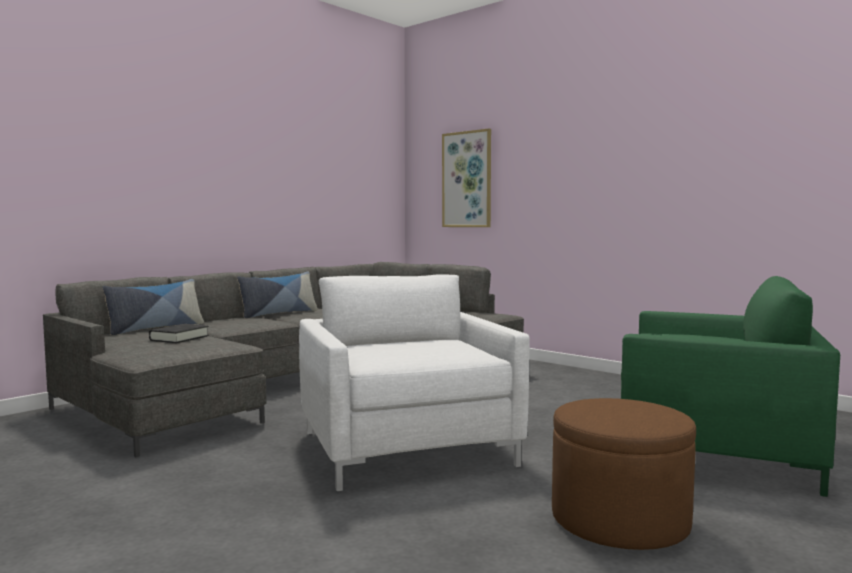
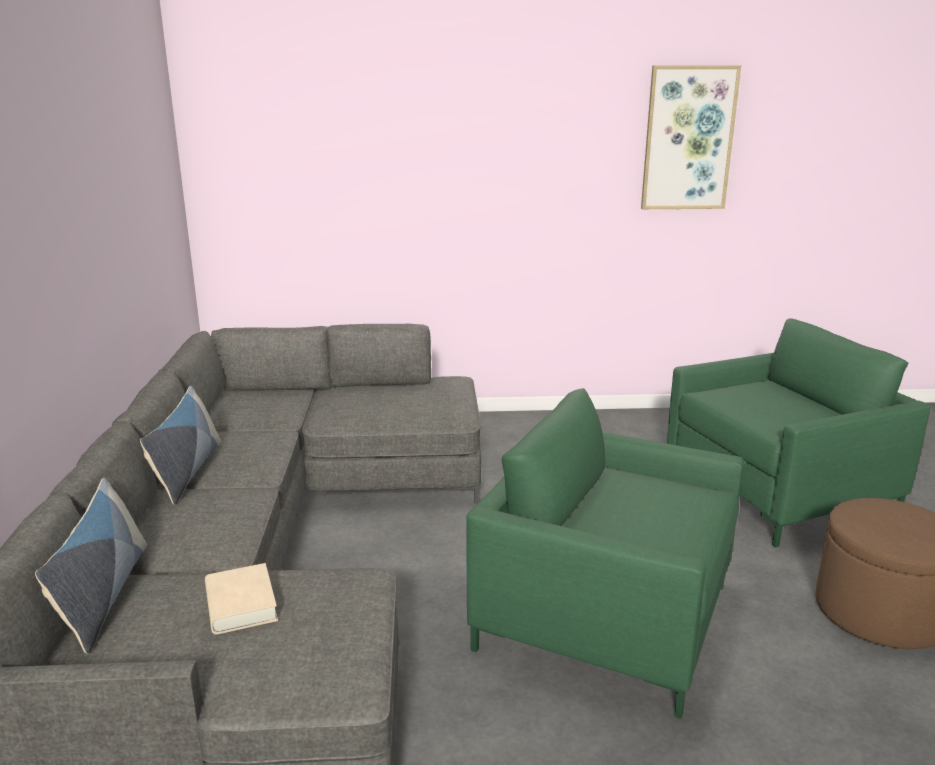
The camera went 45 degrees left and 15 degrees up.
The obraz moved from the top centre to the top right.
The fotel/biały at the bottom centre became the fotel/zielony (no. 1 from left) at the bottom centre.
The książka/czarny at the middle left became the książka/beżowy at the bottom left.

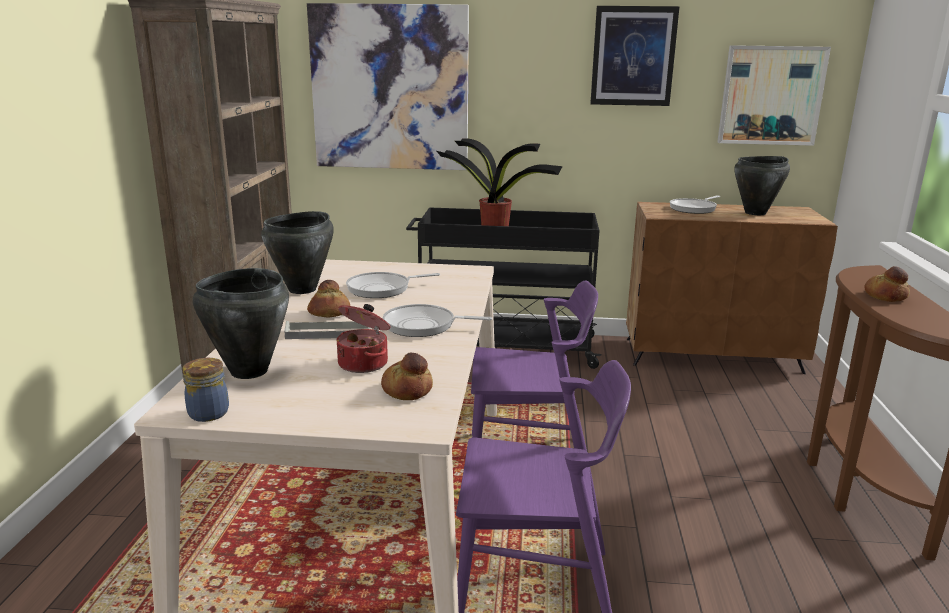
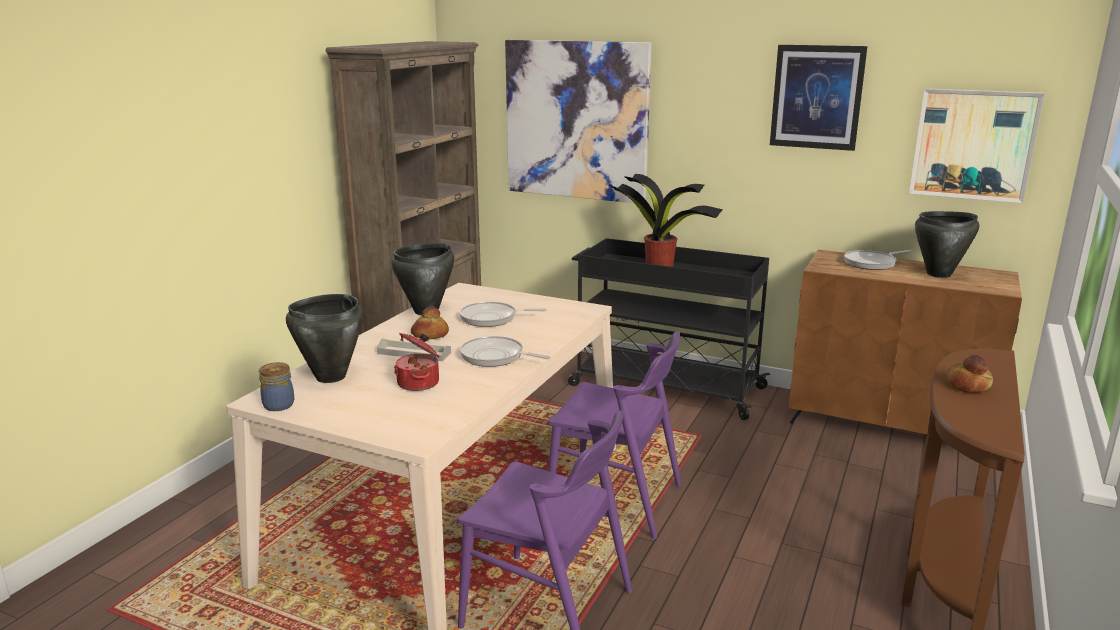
The camera went 20 degrees right and 0 degrees up.
The chleb (no. 2 from left) at the centre disappeared.

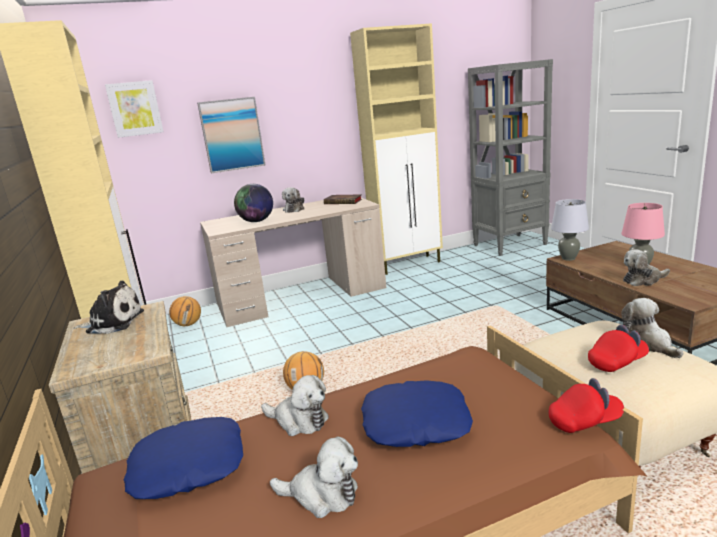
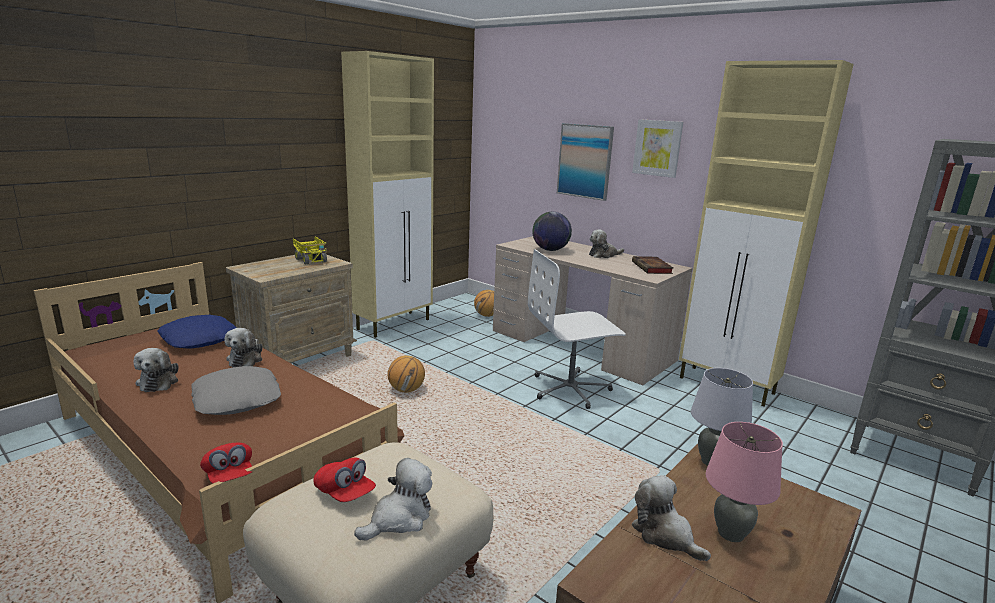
The camera went 60 degrees right and 0 degrees up.
The obraz (no. 1 from left in the first image) moved from the top left to the top centre.
The pluszak (no. 1 from left) at the middle left was replaced by the ciężarówka zabawkowa at the middle left.
The poduszka/niebieski (no. 2 from left) at the bottom centre became the poduszka/szary at the middle left.
The krzesło biurowe/biały at the centre appeared.

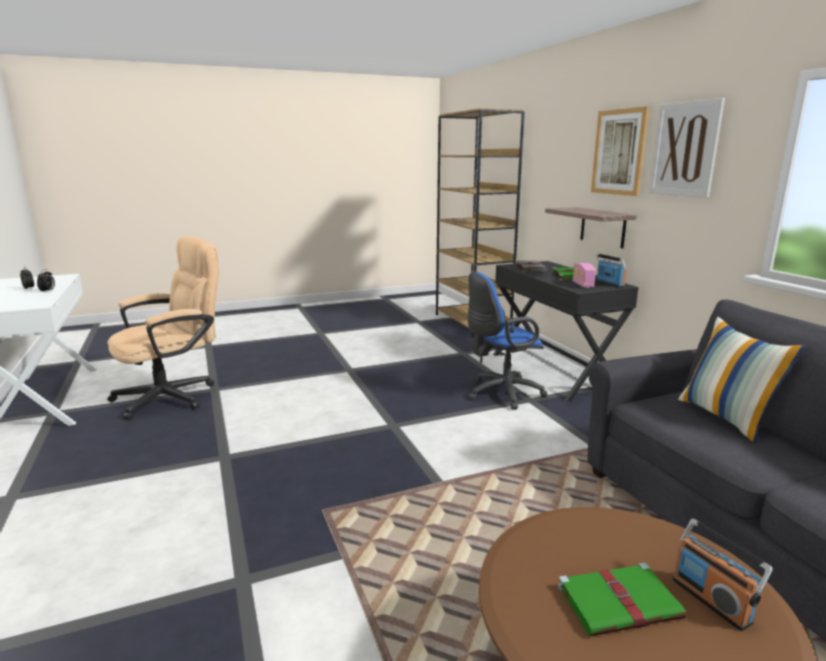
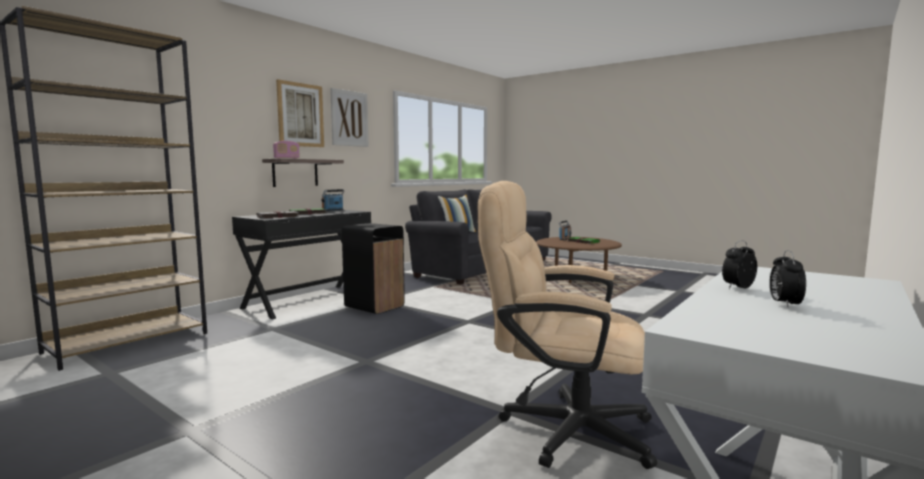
The camera went 120 degrees left and 10 degrees down.
The radio (no. 1 from left) moved from the middle right to the top left.
The krzesło biurowe/niebieski at the centre was replaced by the kosz na śmieci/czarny at the centre.

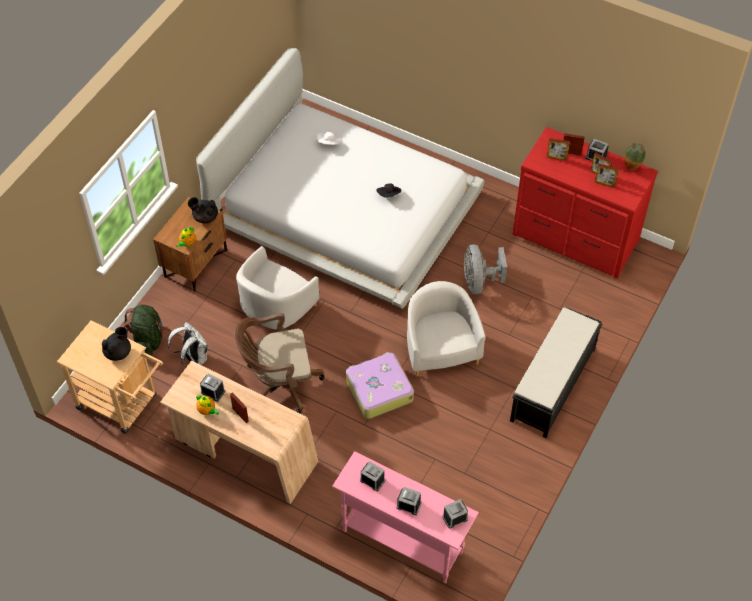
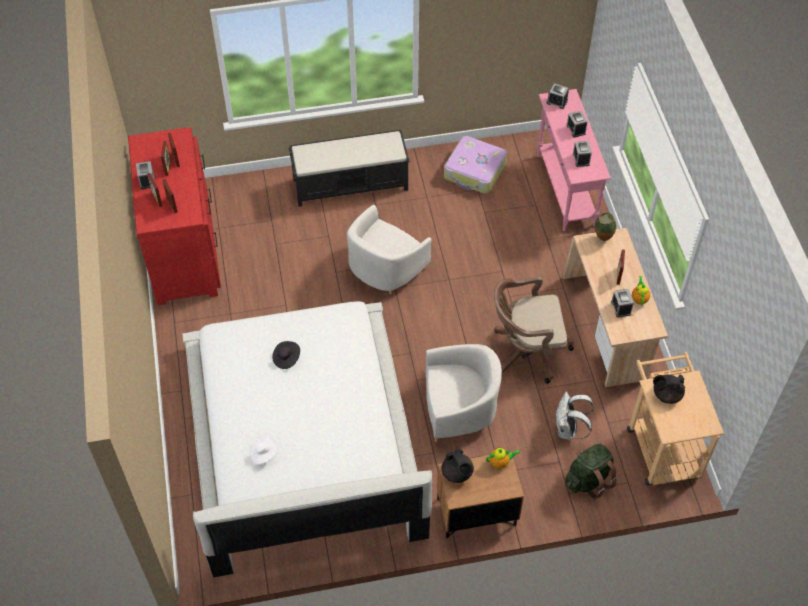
The camera went 130 degrees left and 0 degrees up.
The wazon moved from the top right to the middle right.
The wentylator/szary at the centre disappeared.
The krzesło biurowe/brązowy at the centre turned 135 degrees clockwise.
The walizka moved from the centre to the top centre.

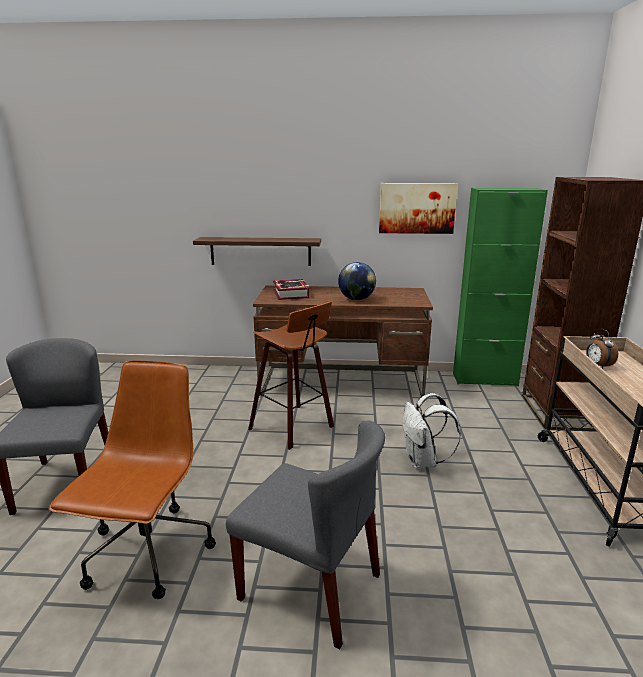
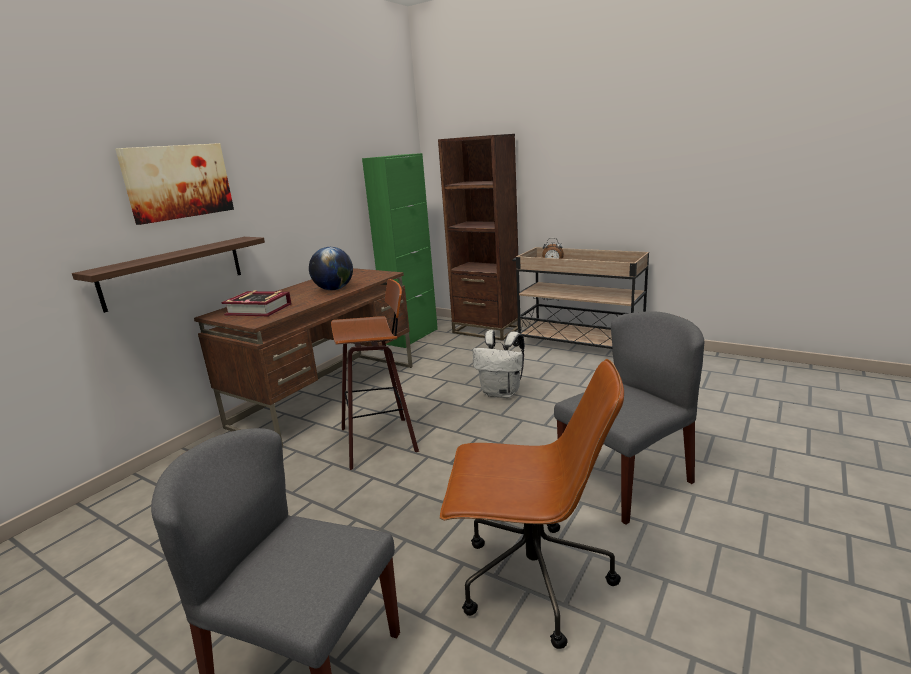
The camera went 60 degrees left and 0 degrees up.
The obraz moved from the top centre to the top left.
The krzesło biurowe/brązowy at the bottom left turned 150 degrees clockwise.

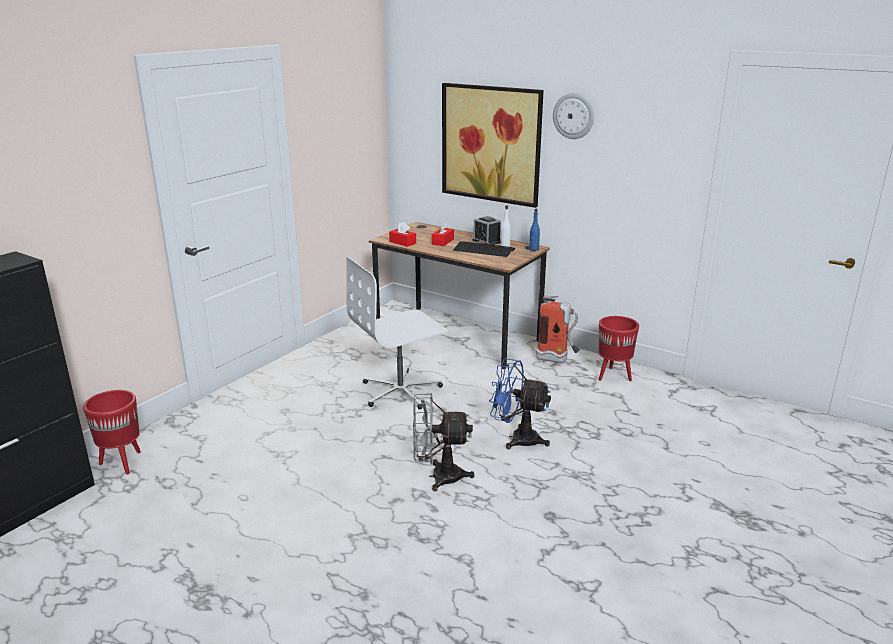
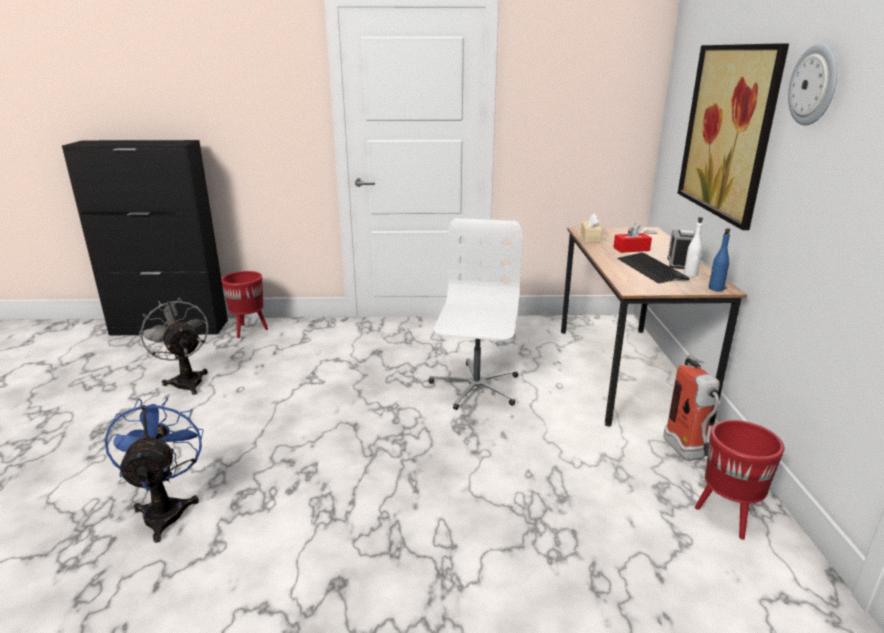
The camera went 55 degrees right and 0 degrees up.
The pudełko chusteczek/czerwony (no. 1 from left) at the centre became the pudełko chusteczek/beżowy at the middle right.
The krzesło biurowe/biały at the centre turned 75 degrees clockwise.
The wentylator/niebieski moved from the centre to the bottom left.
The wentylator/szary moved from the bottom centre to the middle left.

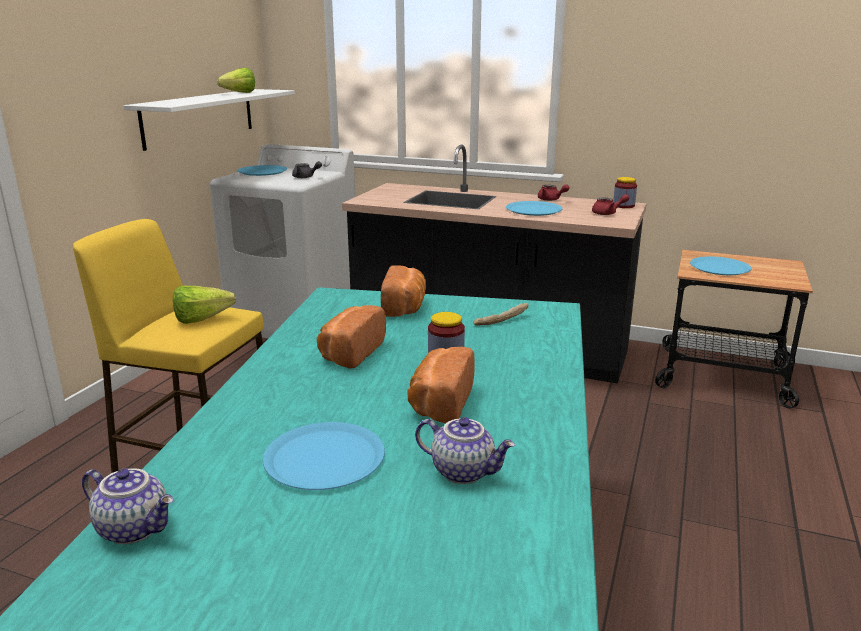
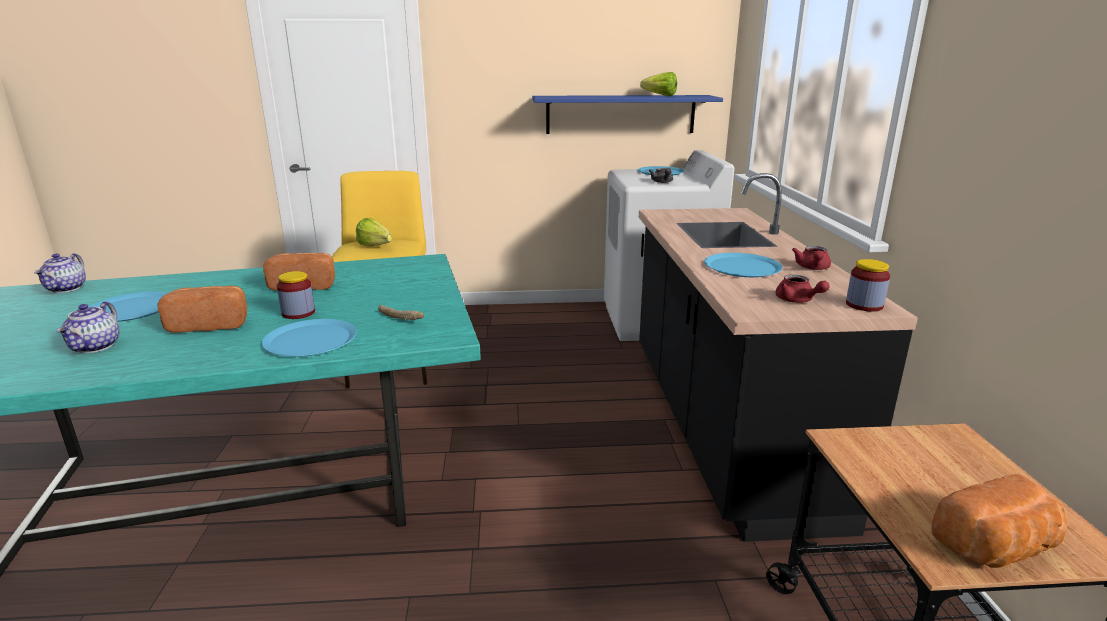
The camera went 65 degrees right and 0 degrees up.
The półka/biały at the top left became the półka/niebieski at the top centre.
The talerz/niebieski (no. 4 from left in the first image) moved from the middle right to the middle left.
The chleb (no. 2 from left in the first image) moved from the centre to the bottom right.

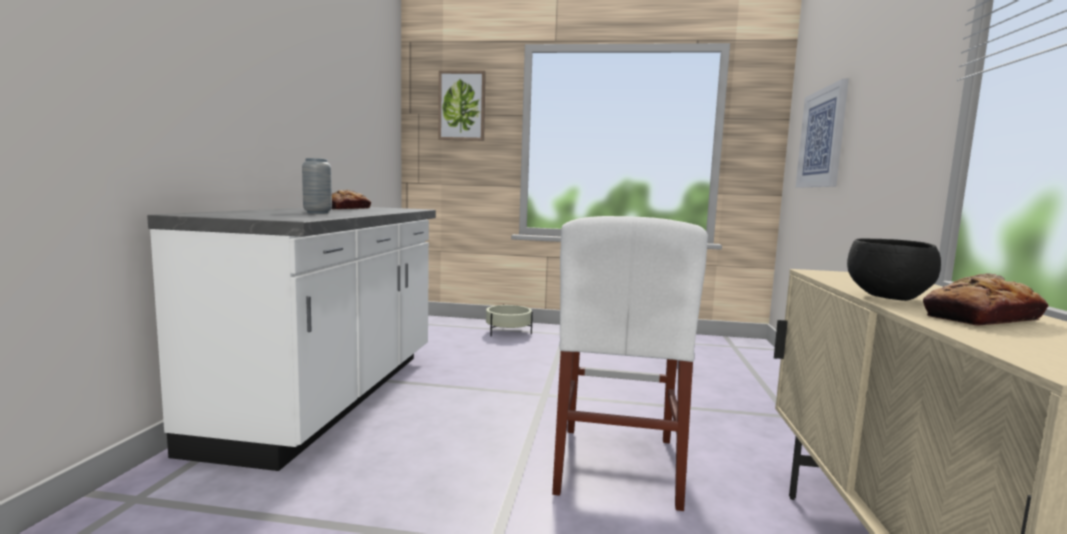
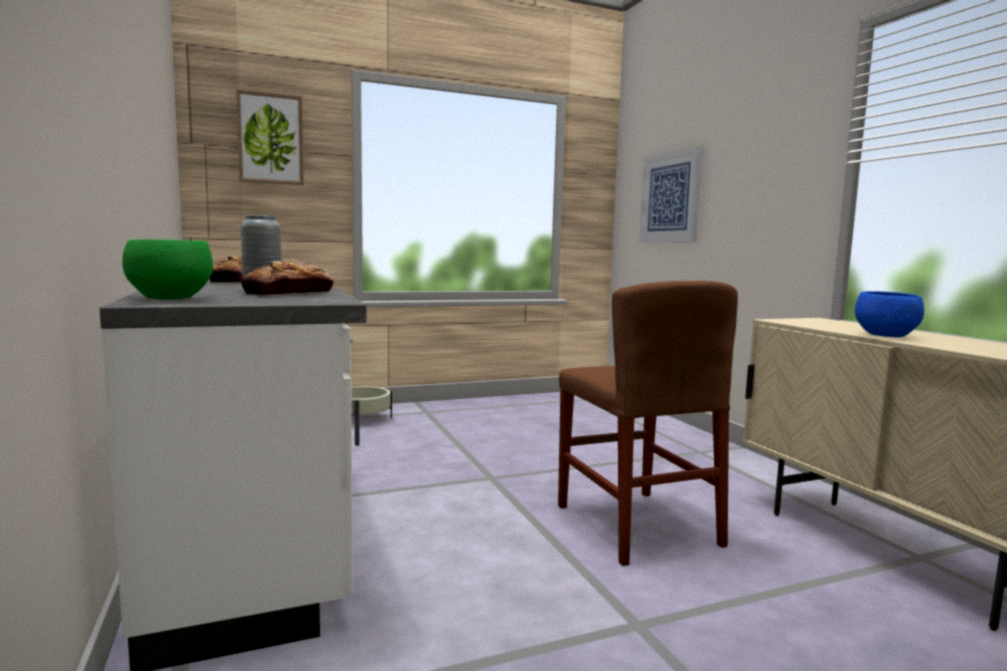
The camera went 30 degrees left and 0 degrees up.
The krzesło/biały at the bottom centre became the krzesło/brązowy at the centre.
The miska/czarny at the middle right became the miska/niebieski at the middle right.
The chleb (no. 2 from left) moved from the middle right to the middle left.
The miska/zielony at the middle left appeared.

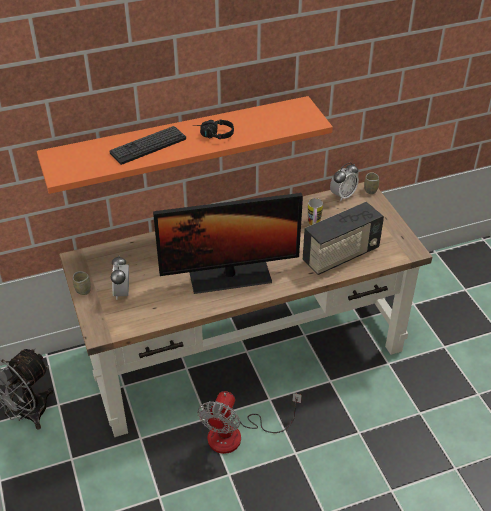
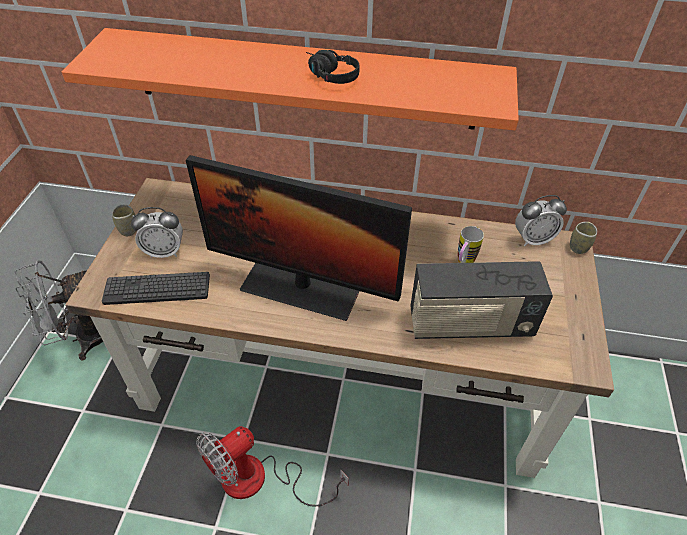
The camera went 30 degrees right and 5 degrees up.
The klawiatura moved from the top left to the middle left.
The budzik (no. 1 from left) at the middle left turned 120 degrees counterclockwise.

